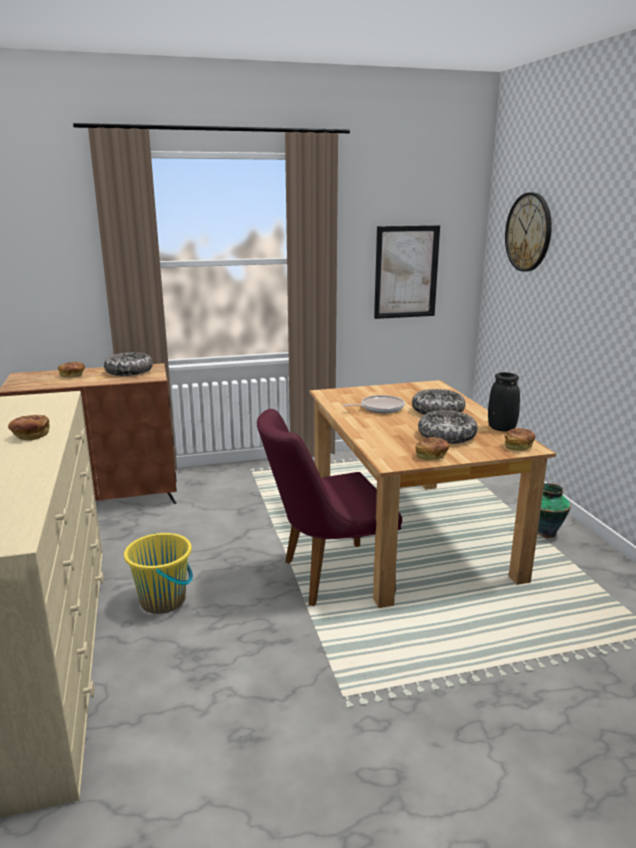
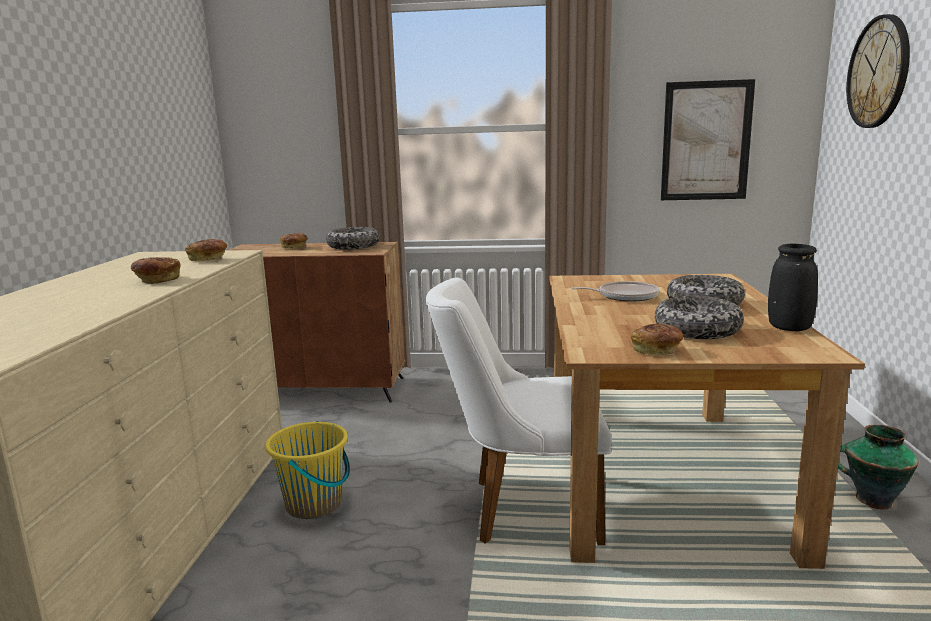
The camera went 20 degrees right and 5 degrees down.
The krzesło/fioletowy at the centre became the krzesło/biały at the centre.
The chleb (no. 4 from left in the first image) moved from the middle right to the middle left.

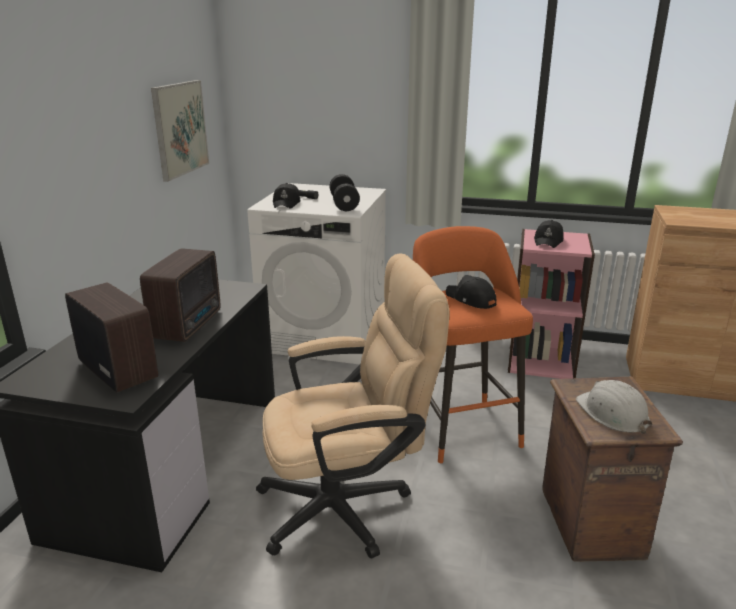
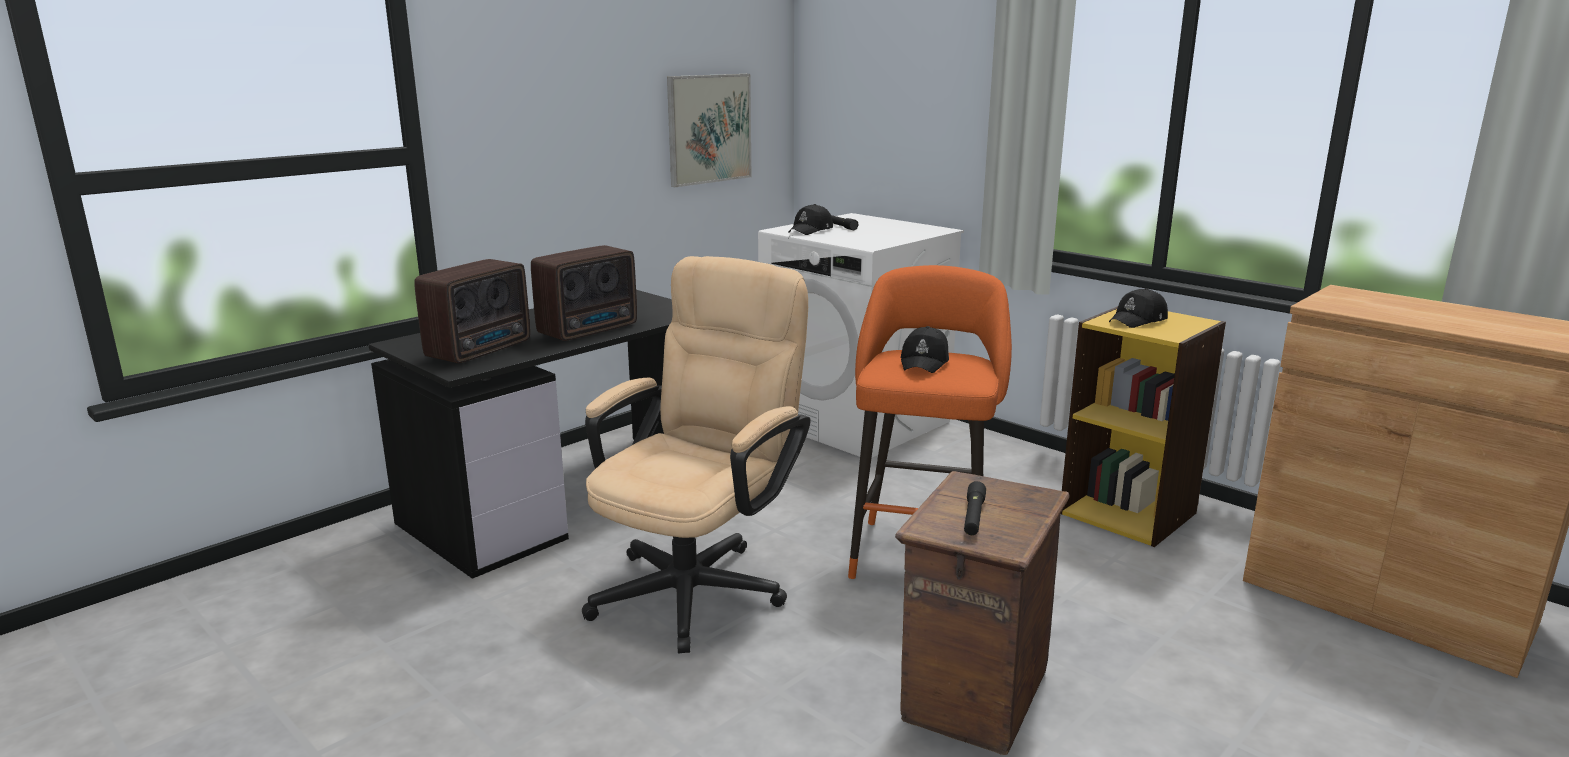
The camera went 30 degrees right and 5 degrees down.
The hantel/czarny at the top centre disappeared.
The regał/różowy at the middle right became the regał/żółty at the middle right.
The krzesło biurowe/beżowy at the bottom centre turned 75 degrees counterclockwise.
The czapka z daszkiem/czarny (no. 2 from left) at the centre turned 150 degrees counterclockwise.
The radio (no. 1 from left) at the middle left turned 45 degrees clockwise.
The kask/biały at the bottom right was replaced by the latarka/czarny (no. 2 from left) at the bottom centre.

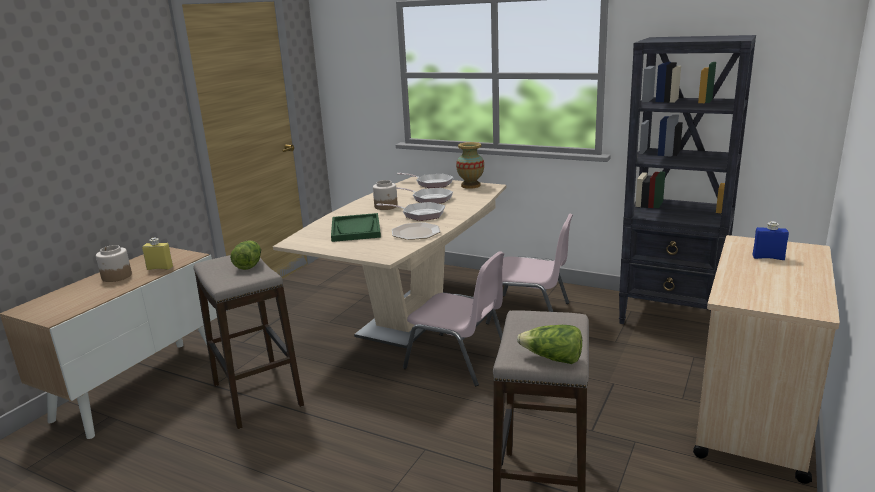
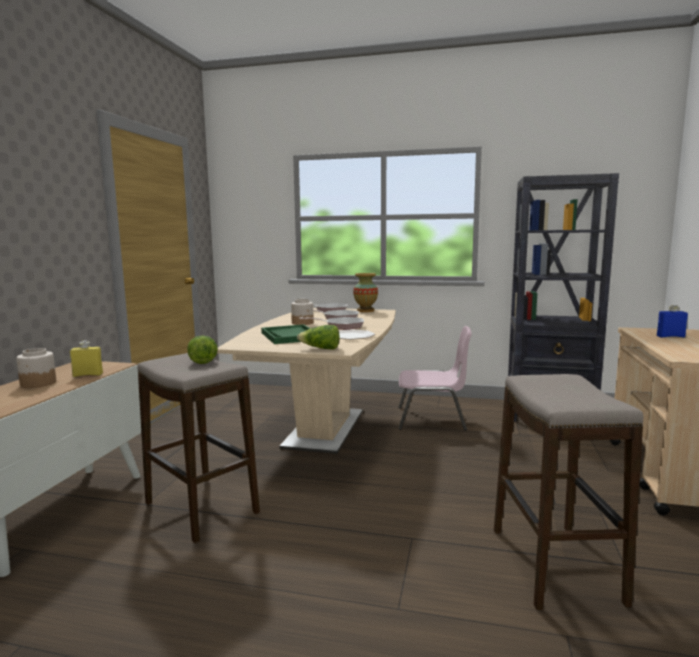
The camera went 15 degrees left and 10 degrees down.
The krzesło/różowy (no. 1 from left) at the centre disappeared.
The sałata (no. 2 from left) moved from the bottom centre to the centre.

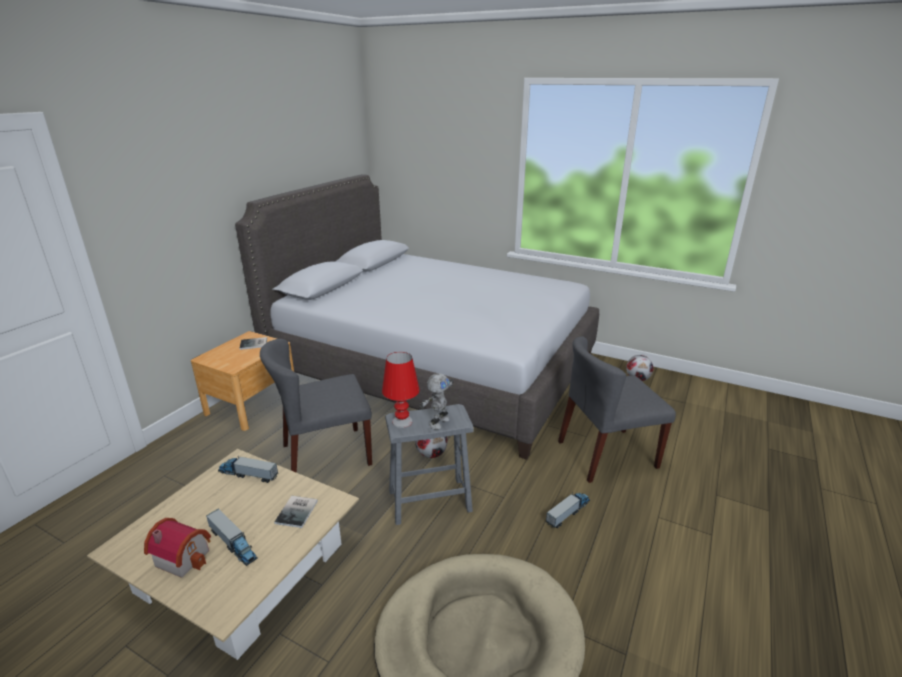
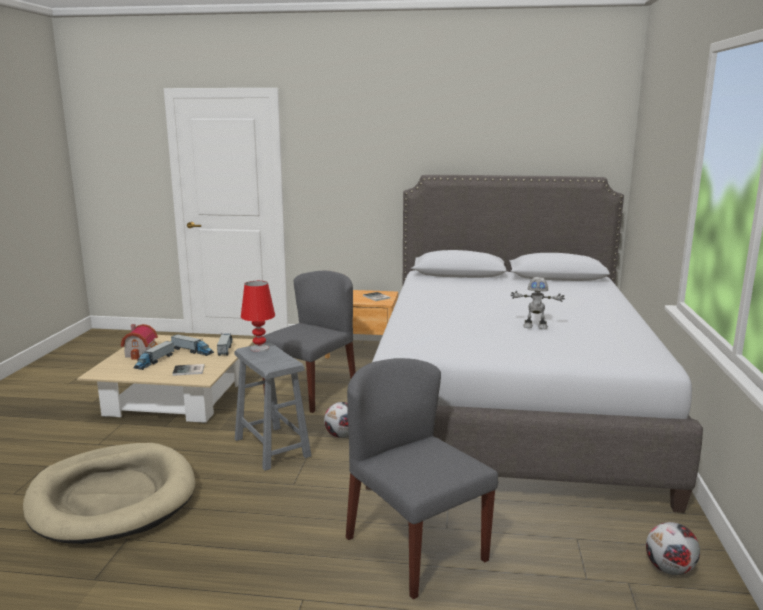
The camera went 70 degrees right and 10 degrees down.
The krzesło/szary (no. 1 from left) at the centre turned 75 degrees clockwise.
The robot zabawkowy moved from the centre to the middle right.
The ciężarówka zabawkowa (no. 3 from left in the first image) moved from the bottom centre to the middle left.

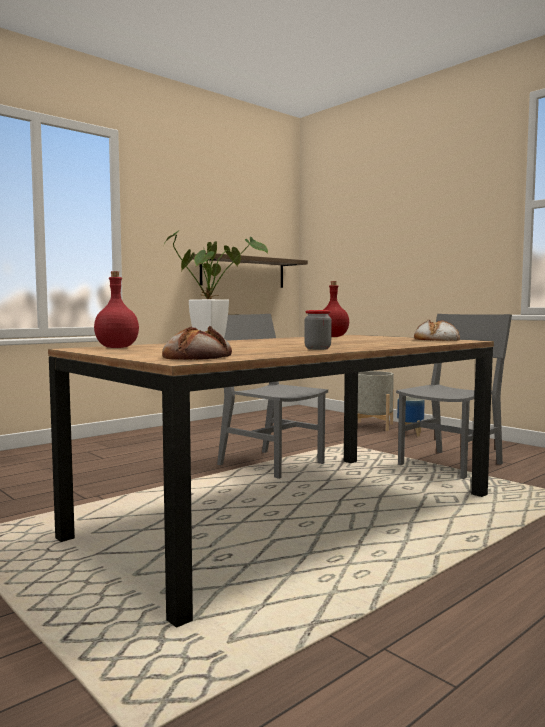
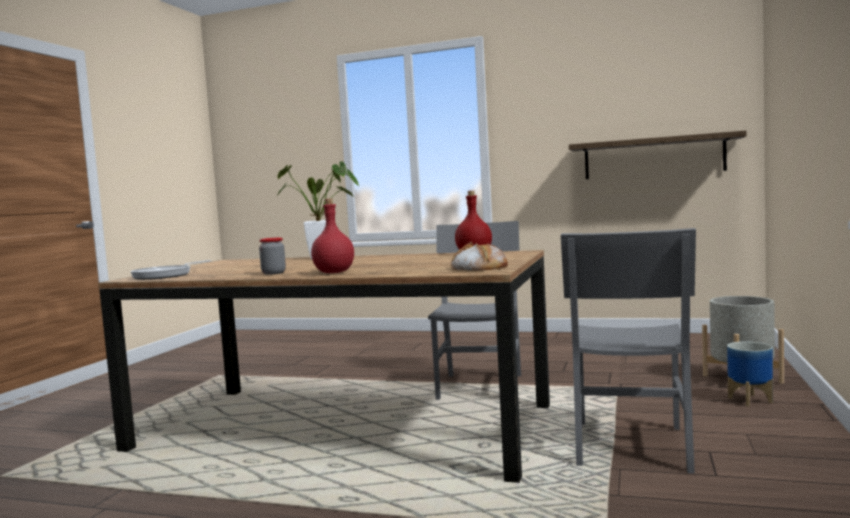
The camera went 60 degrees right and 0 degrees up.
The butelka/czerwony (no. 1 from left) moved from the middle left to the centre.
The krzesło/szary (no. 2 from left) at the middle right turned 90 degrees clockwise.
The chleb (no. 1 from left) at the centre was replaced by the patelnia at the middle left.

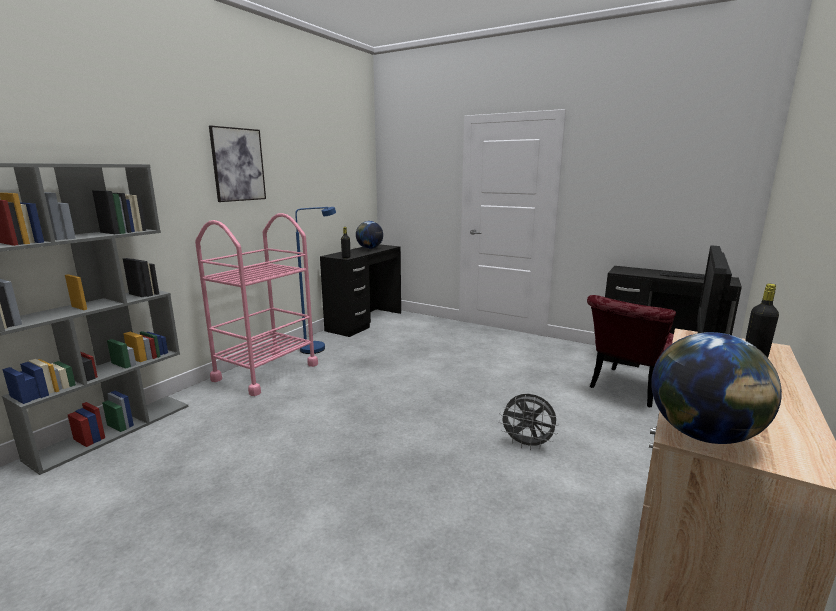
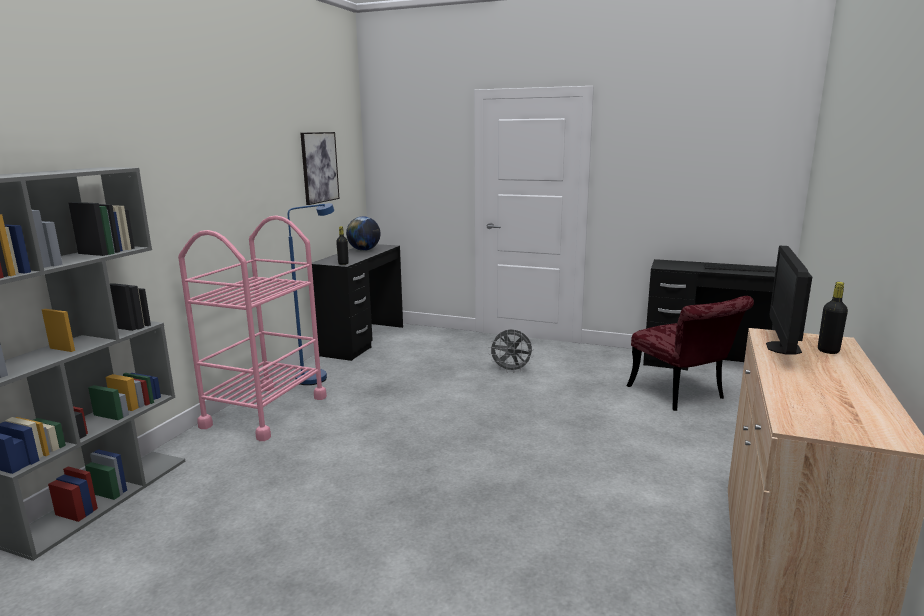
The camera went 10 degrees left and 0 degrees up.
The obraz moved from the top left to the top centre.
The krzesło/czerwony at the middle right turned 60 degrees counterclockwise.
The globus (no. 2 from left) at the middle right disappeared.
The wentylator/szary moved from the bottom centre to the centre.

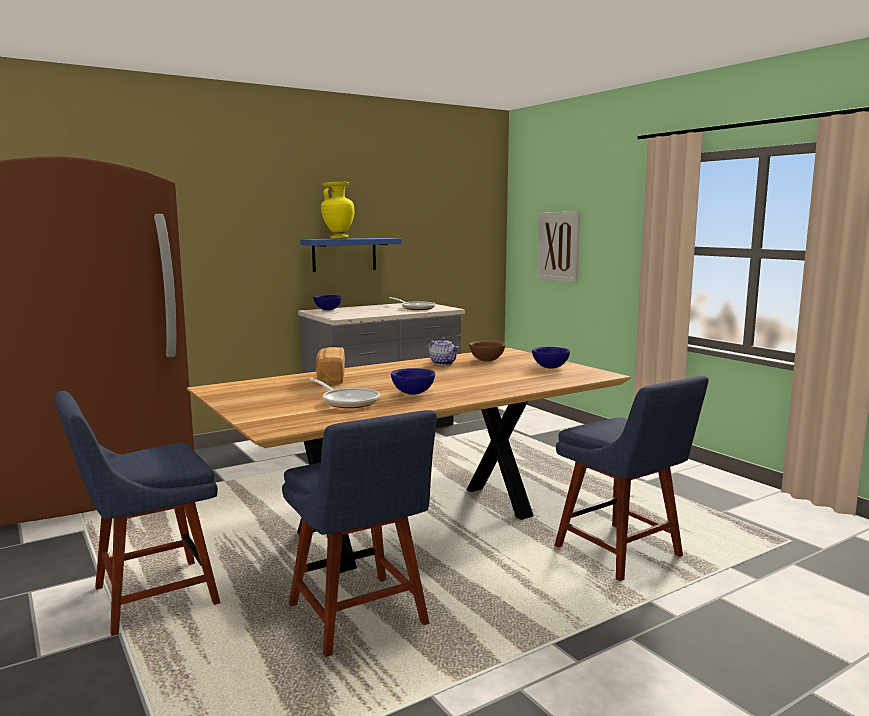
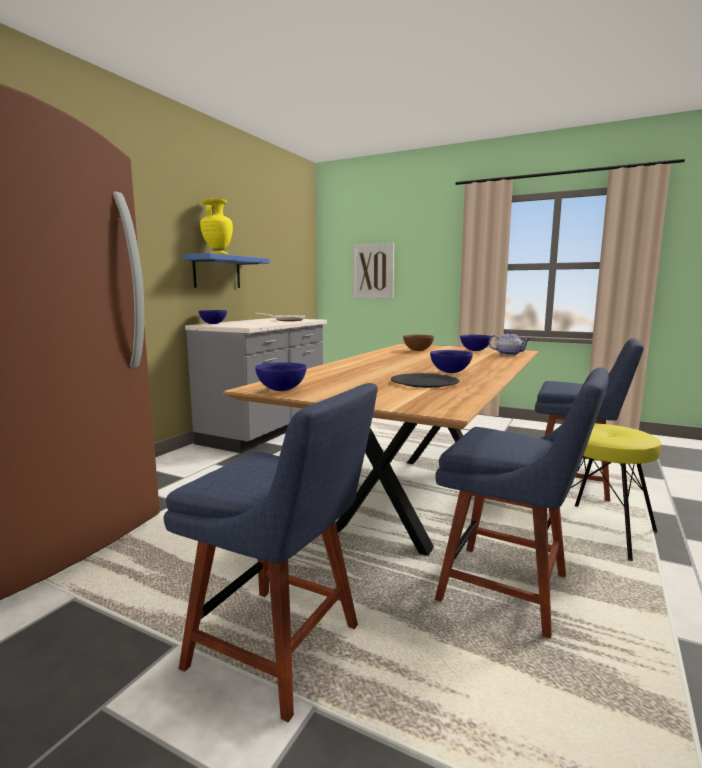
The camera went 30 degrees left and 0 degrees up.
The imbryk moved from the centre to the middle right.
The chleb at the centre disappeared.
The patelnia (no. 1 from left) at the centre was replaced by the talerz/czarny at the centre.
The krzesło/niebieski (no. 1 from left) at the bottom left turned 90 degrees counterclockwise.
The miska/niebieski (no. 2 from left) at the centre appeared.
The stołek/żółty at the middle right appeared.

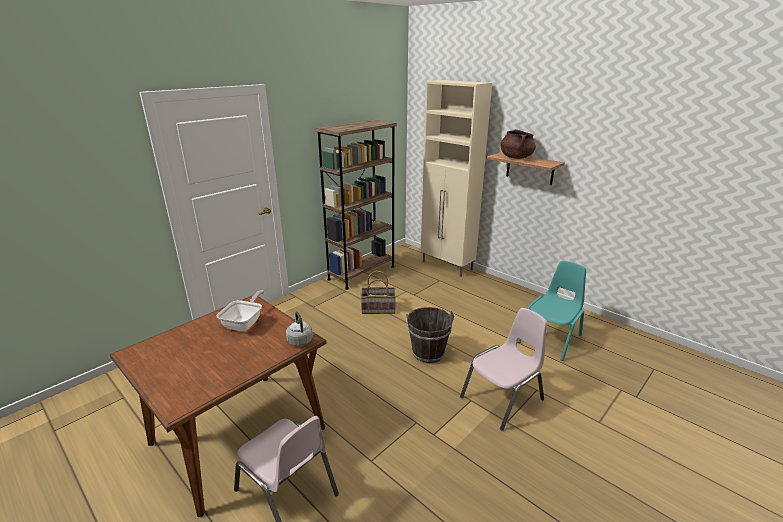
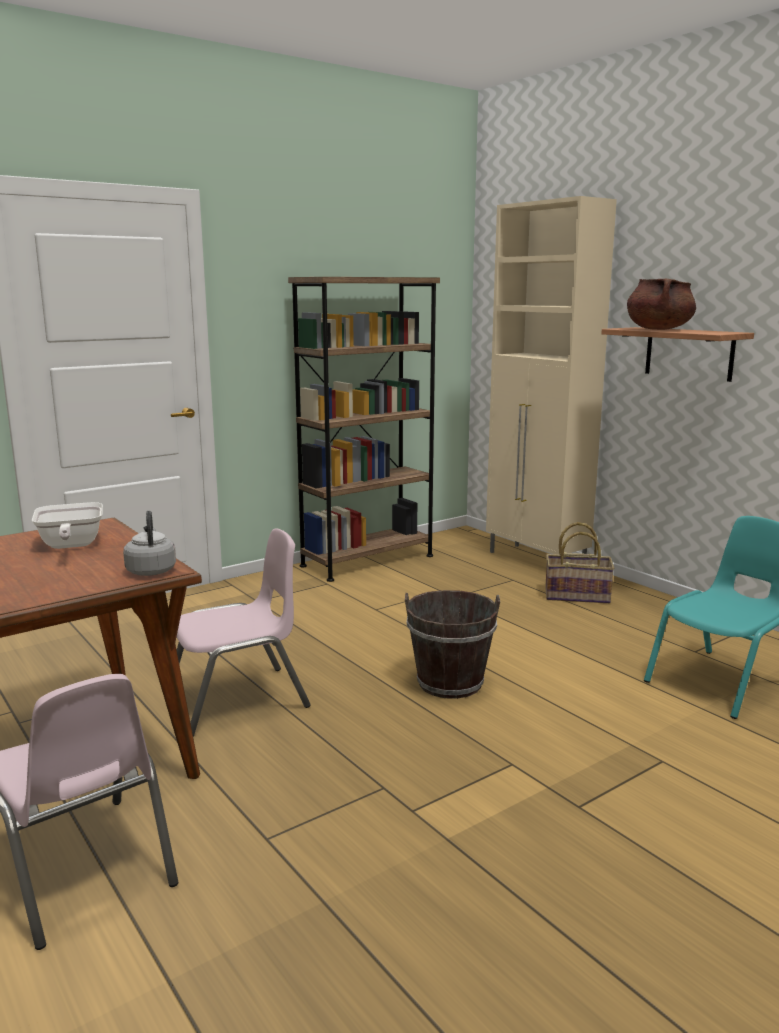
The camera went 10 degrees right and 10 degrees down.
The koszyk moved from the centre to the middle right.
The patelnia at the middle left turned 135 degrees clockwise.
The krzesło/różowy (no. 2 from left) moved from the bottom centre to the middle left.

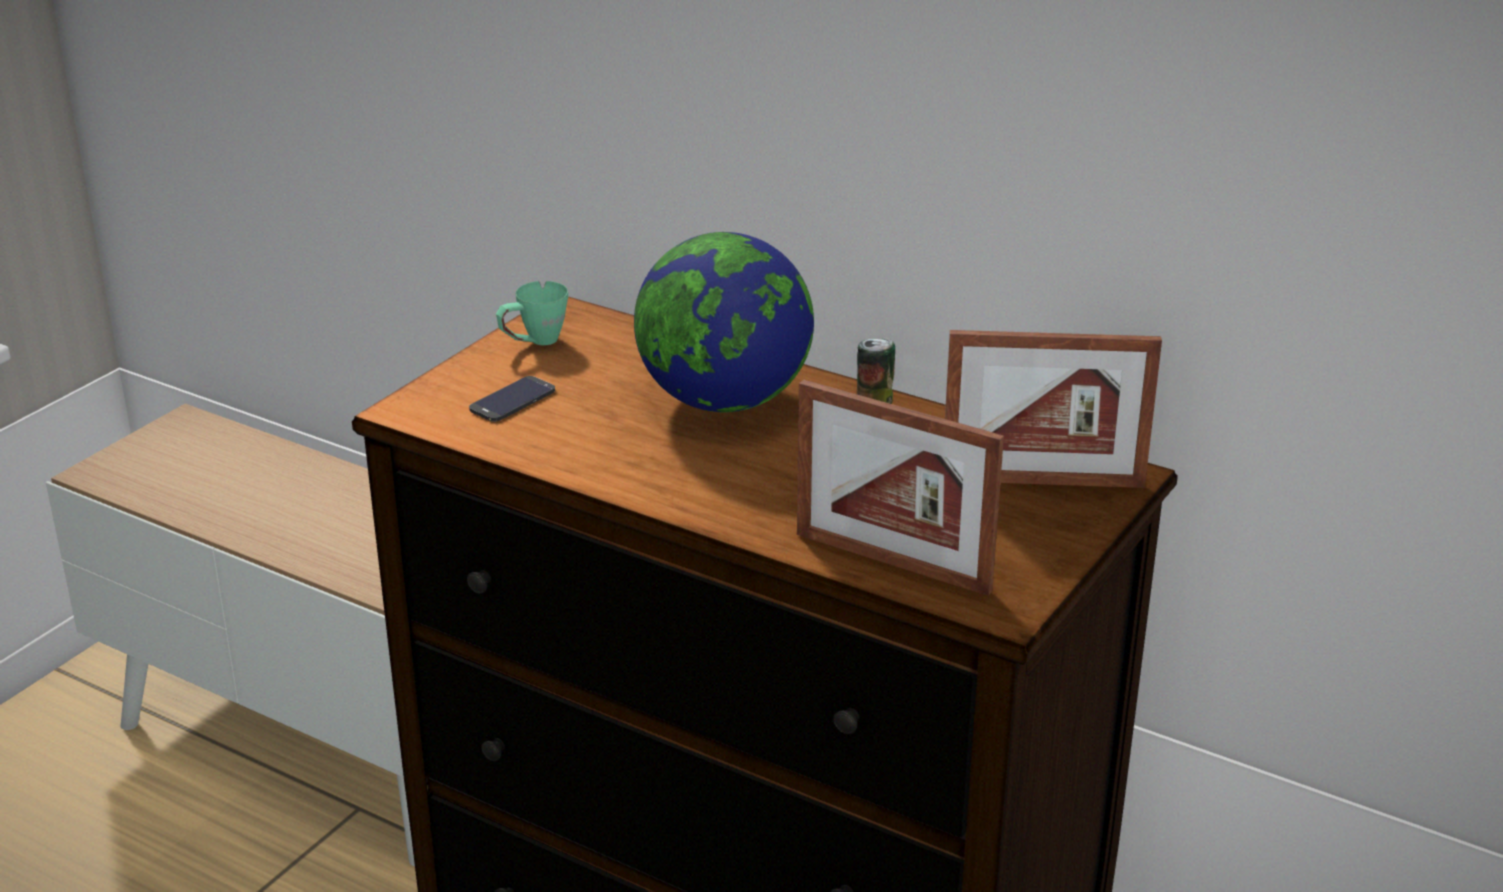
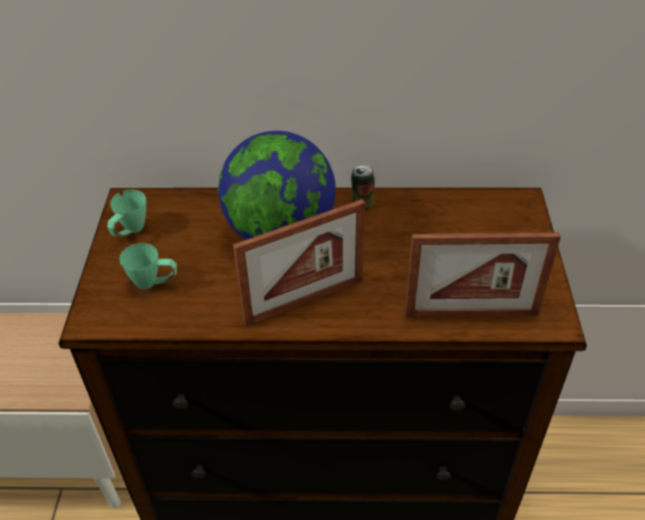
The camera went 30 degrees left and 15 degrees up.
The ramka na zdjęcie (no. 2 from left in the first image) moved from the middle right to the centre.
The telefon at the centre was replaced by the kubek/zielony (no. 2 from left) at the middle left.

